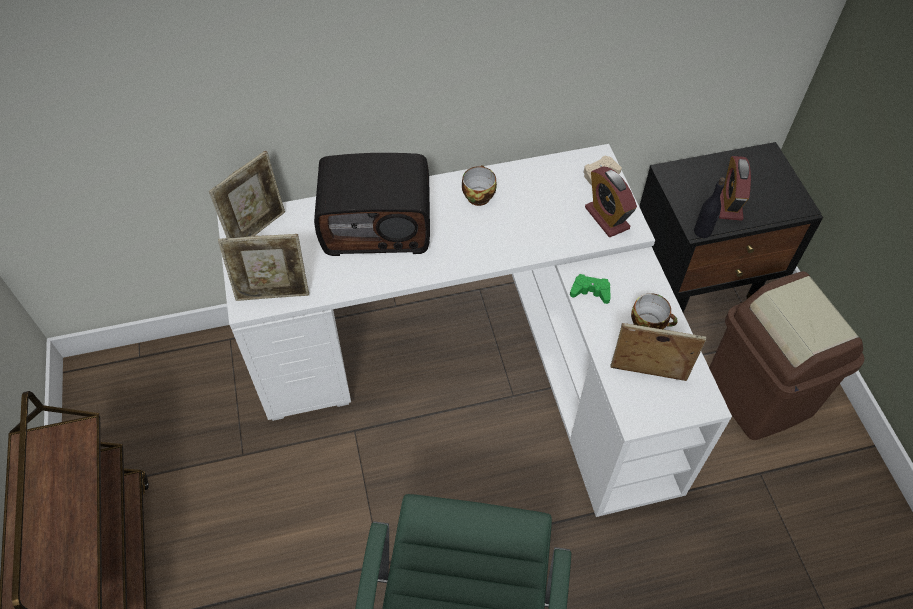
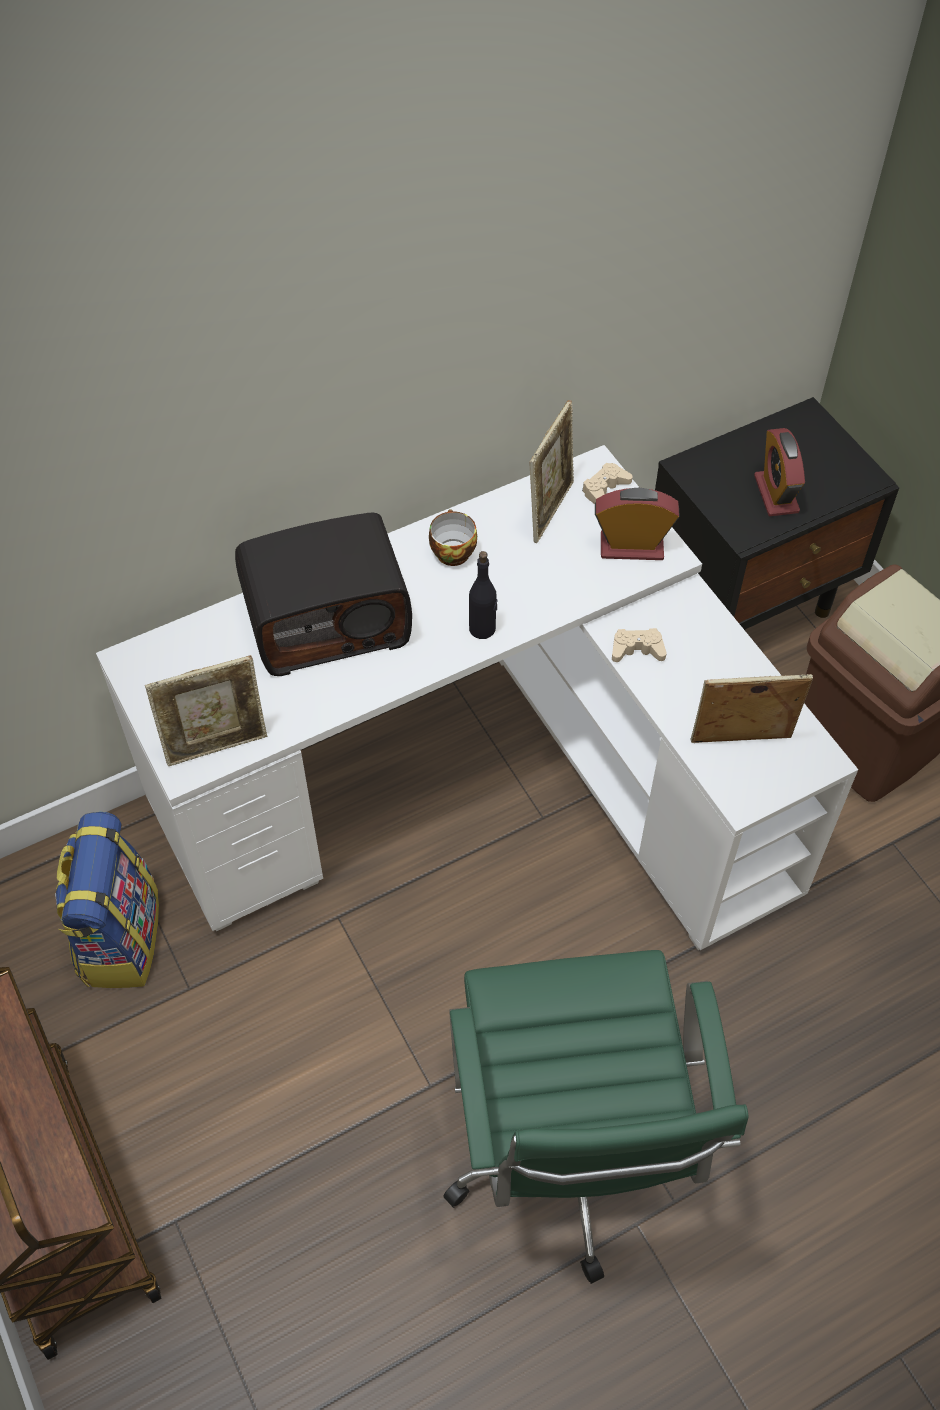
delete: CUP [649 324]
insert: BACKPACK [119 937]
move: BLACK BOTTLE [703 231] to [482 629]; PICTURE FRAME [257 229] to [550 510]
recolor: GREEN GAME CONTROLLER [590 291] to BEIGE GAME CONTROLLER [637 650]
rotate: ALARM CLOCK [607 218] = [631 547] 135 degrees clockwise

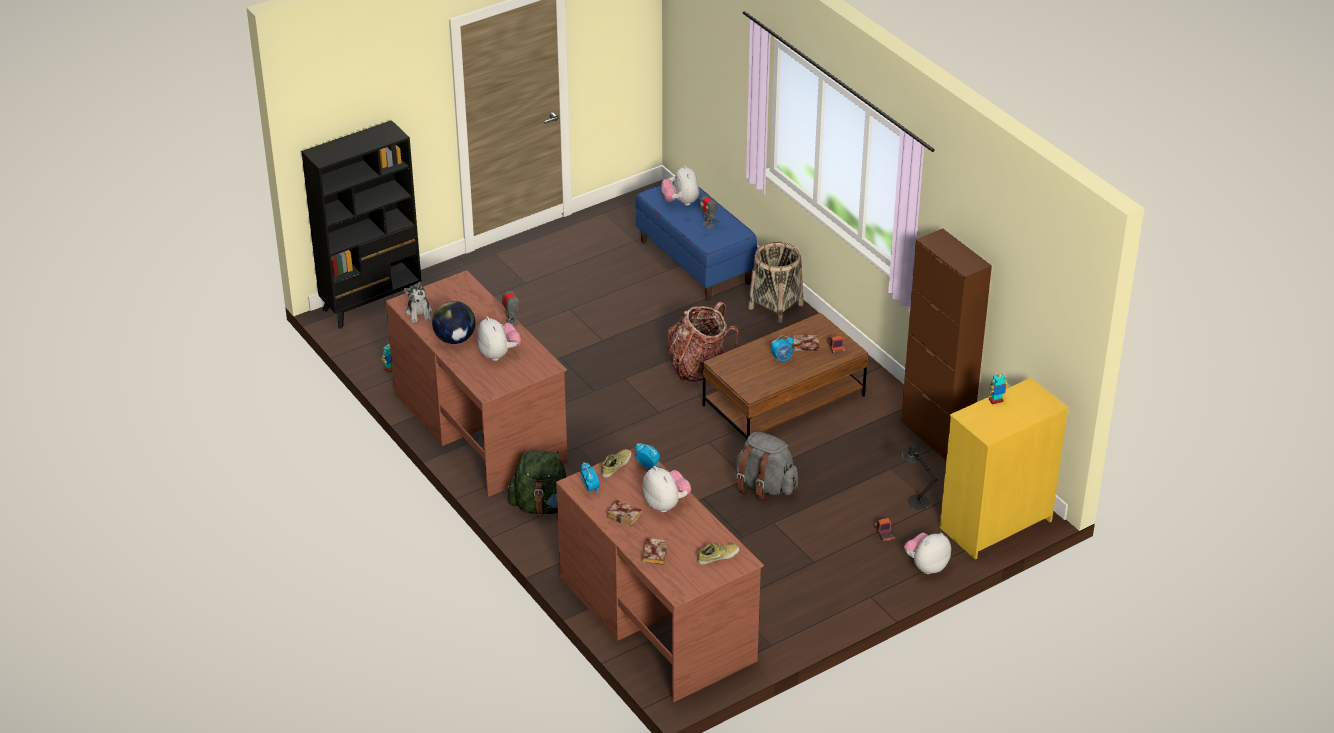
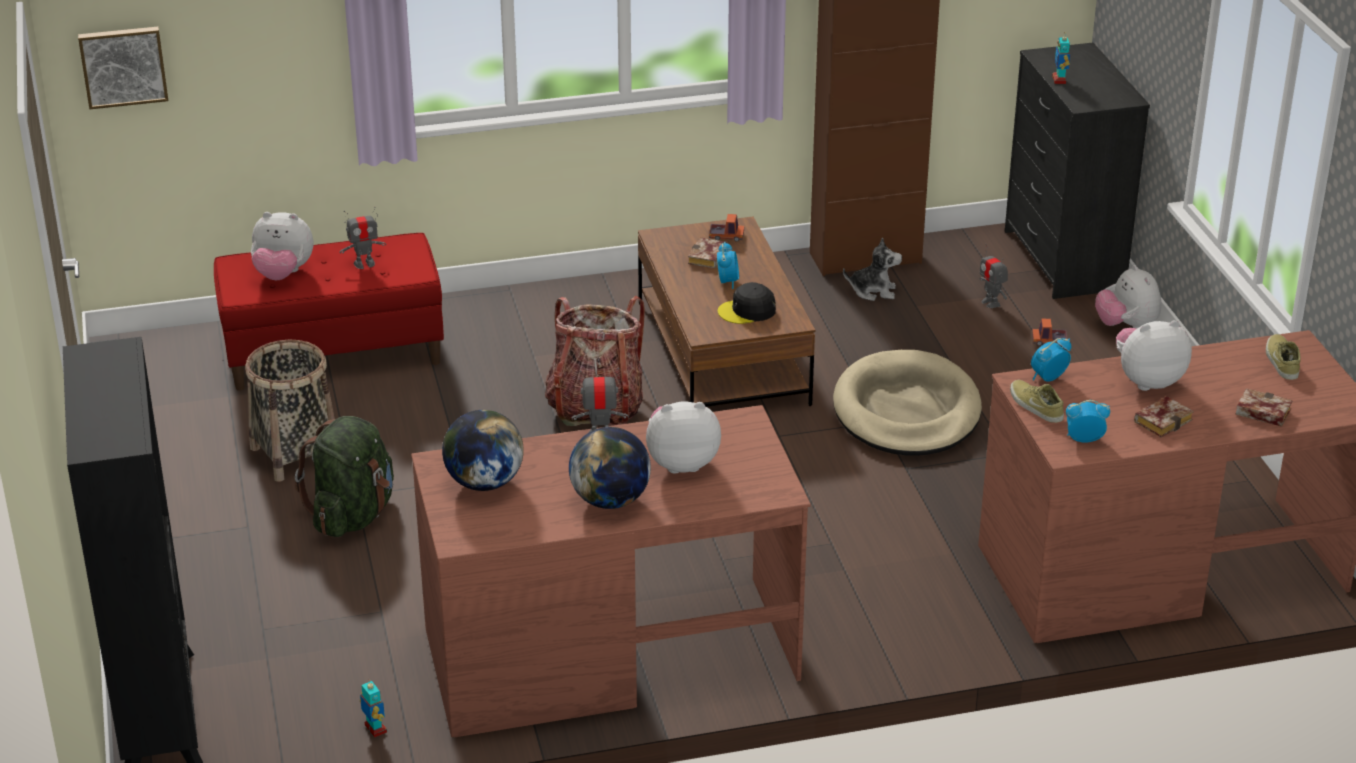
insert: PICTURE [123 66]; GLOBE [484 483]; BLACK CAP [747 311]
move: BASKET [775 306] to [296 454]; GREEN BACKPACK [542 506] to [353 515]; PLUSH TOY [419 313] to [873 291]
replace: GREY BACKPACK [764 487] to BEIGE DOG BED [906 411]; BLACK TABLE LAMP [915 500] to TOY ROBOT [991 303]
recolor: BLUE BENCH [695 262] to RED BENCH [334 353]; YELLOW DRESSER [995 524] to BLACK DRESSER [1062 260]

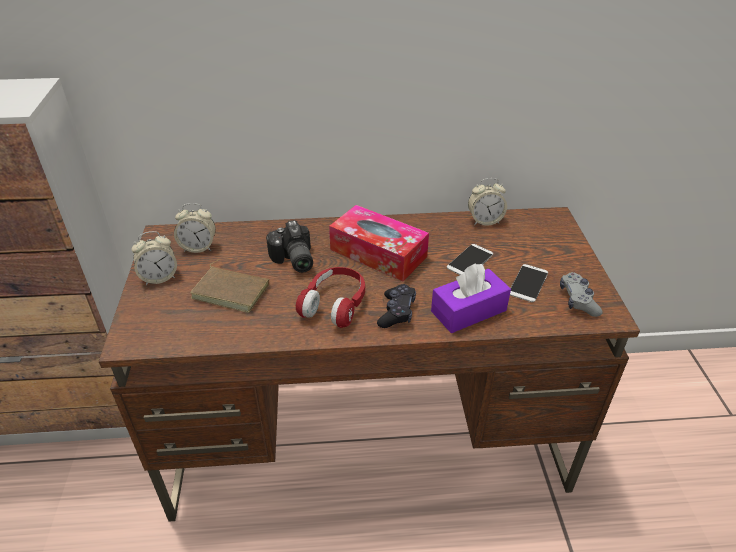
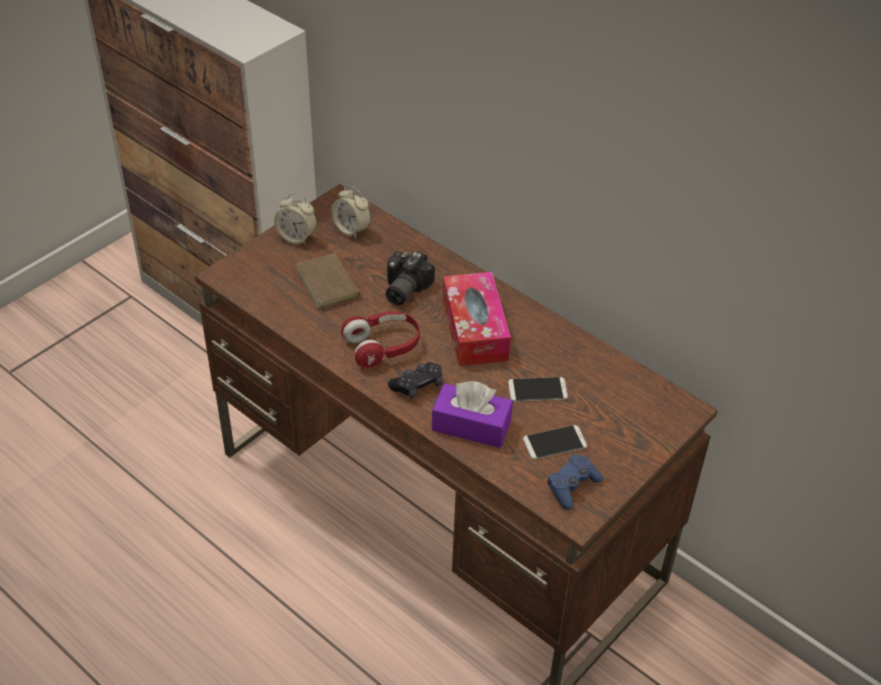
delete: ALARM CLOCK [484 220]
recolor: GREY GAME CONTROLLER [578 300] to BLUE GAME CONTROLLER [572 486]

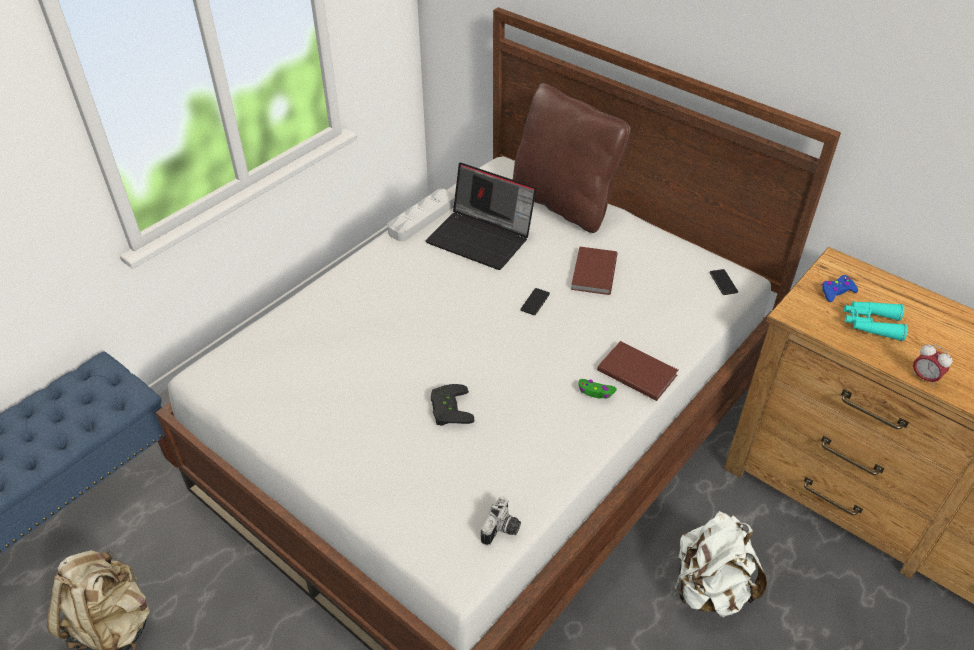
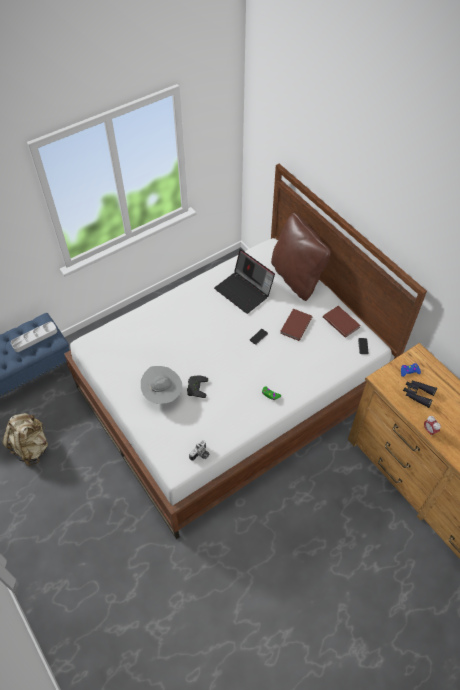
delete: WHITE BACKPACK [710 589]
insert: GREY HAT [163 394]
move: GREY TRAY [422 218] to [35 338]; BROWN BOOK [637 371] to [341 321]
recolor: TURQUOISE BINOCULARS [871 324] to BLACK BINOCULARS [417 394]

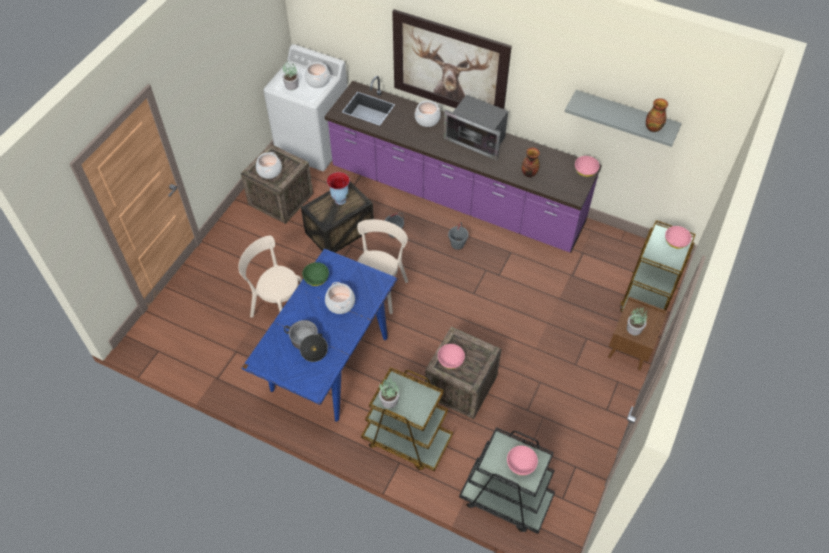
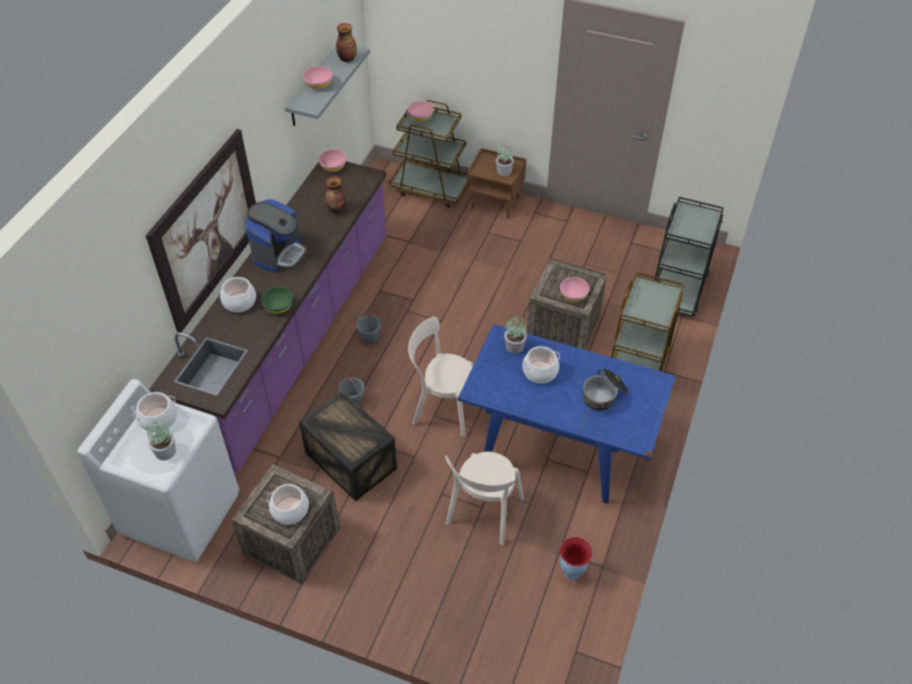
move: GREEN BOWL [316 279] to [278 307]; PINK BOWL [520 465] to [319 85]; POTTED PLANT [389 401] to [514 346]; VASE [340 200] to [571 572]
replace: MICROWAVE [477 139] to COFFEE MACHINE [279 254]

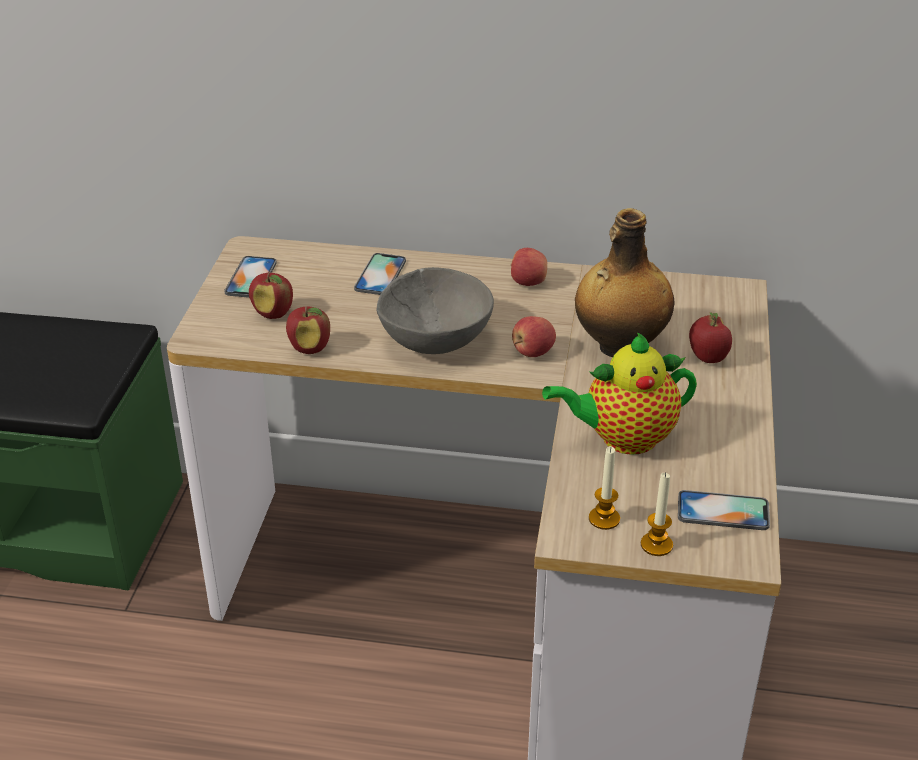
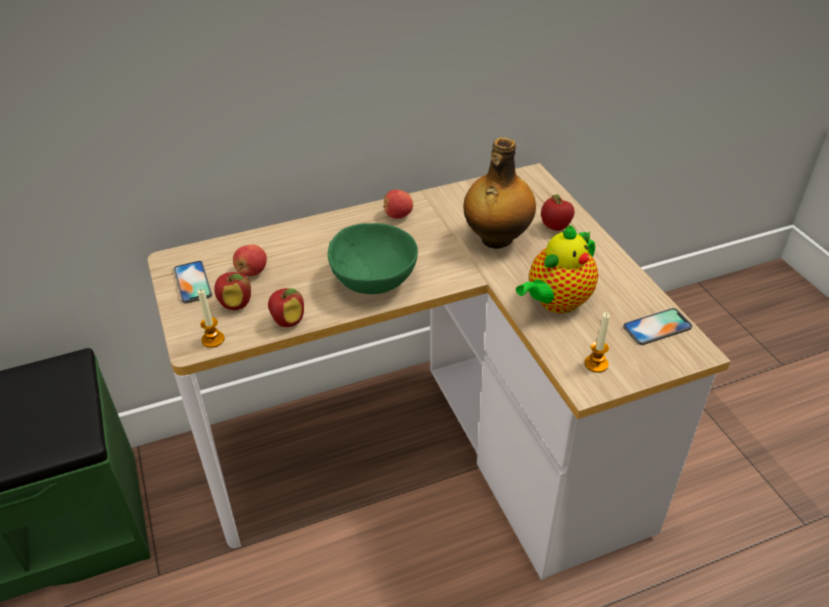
delete: PHONE [380 275]
move: CANDLE [656 545] to [213 339]; APPLE [532 352] to [252 272]
recolor: GREY BOWL [435 341] to GREEN BOWL [374 281]

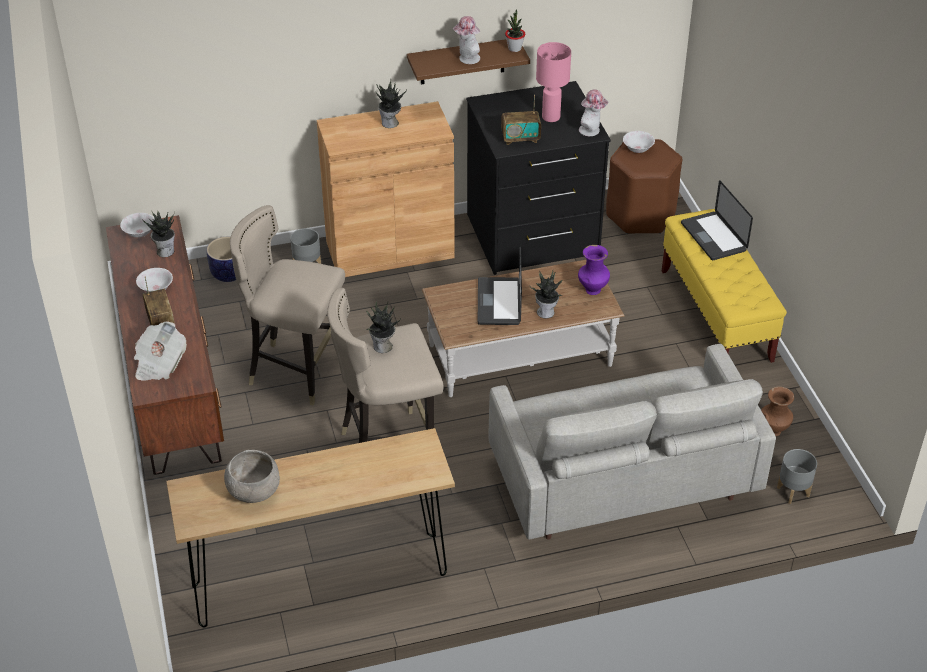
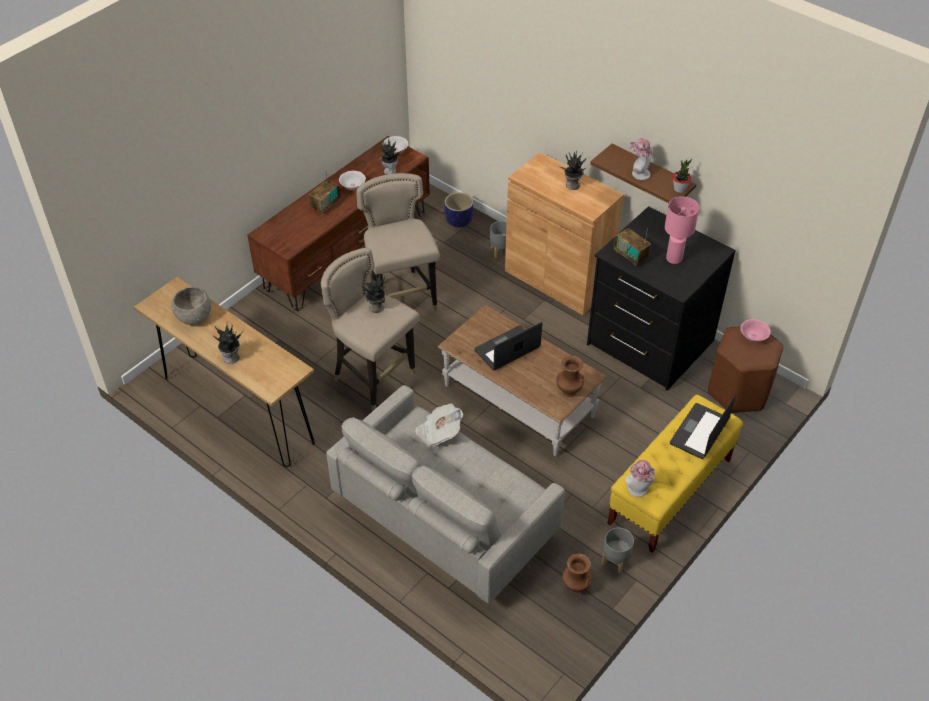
move: POTTED PLANT [546 312] to [231 358]; NEWSPAPER [159 364] to [438 433]; GREY PLANTER [793 492] to [615 561]; HAT [592 131] to [638 491]
recolor: PURPLE VASE [592 290] to BROWN VASE [568 392]; WHITE BOWL [637 149] to PINK BOWL [753 337]

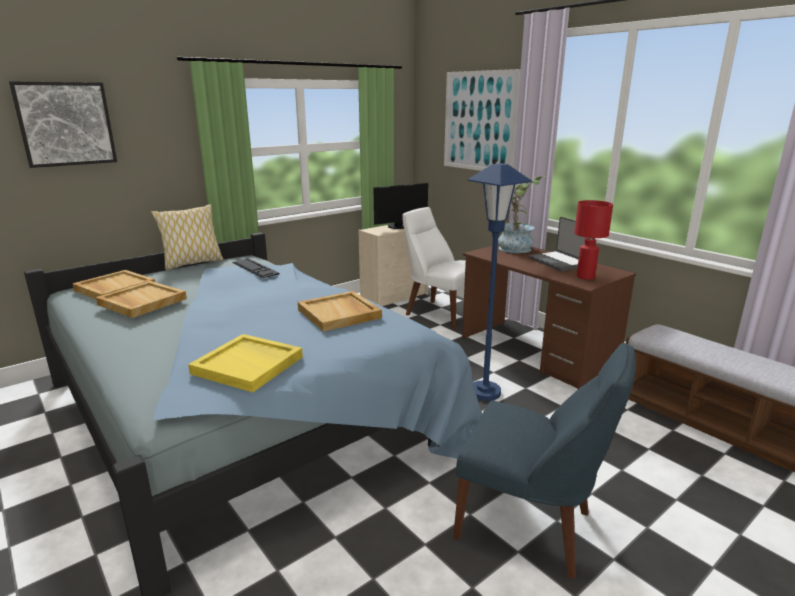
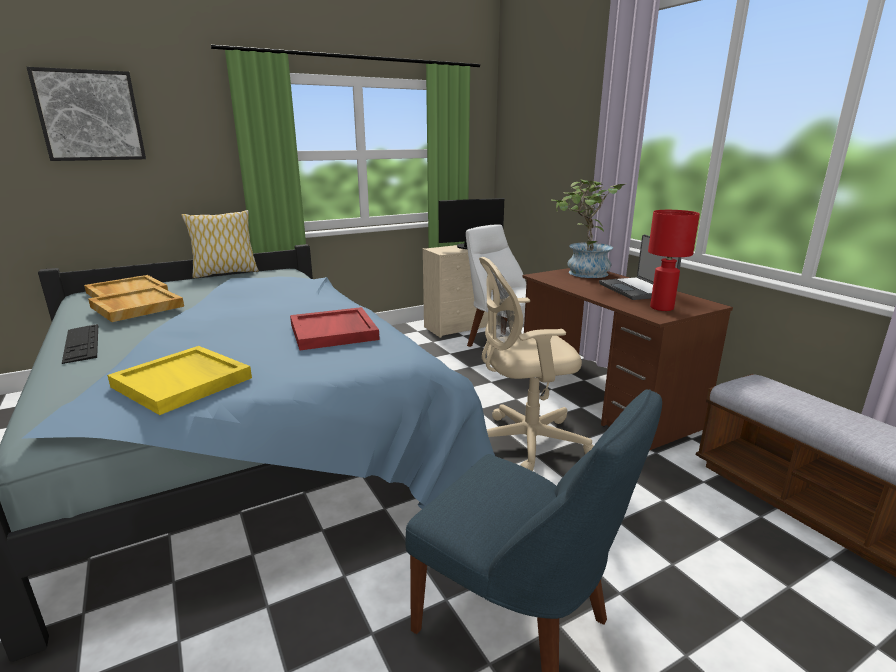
delete: PICTURE [479 121]
move: KEYBOARD [255 268] to [81 343]
replace: BLUE FLOOR LAMP [485 392] to BEIGE OFFICE CHAIR [524 442]
recolor: BEIGE TRAY [340 314] to RED TRAY [334 332]

